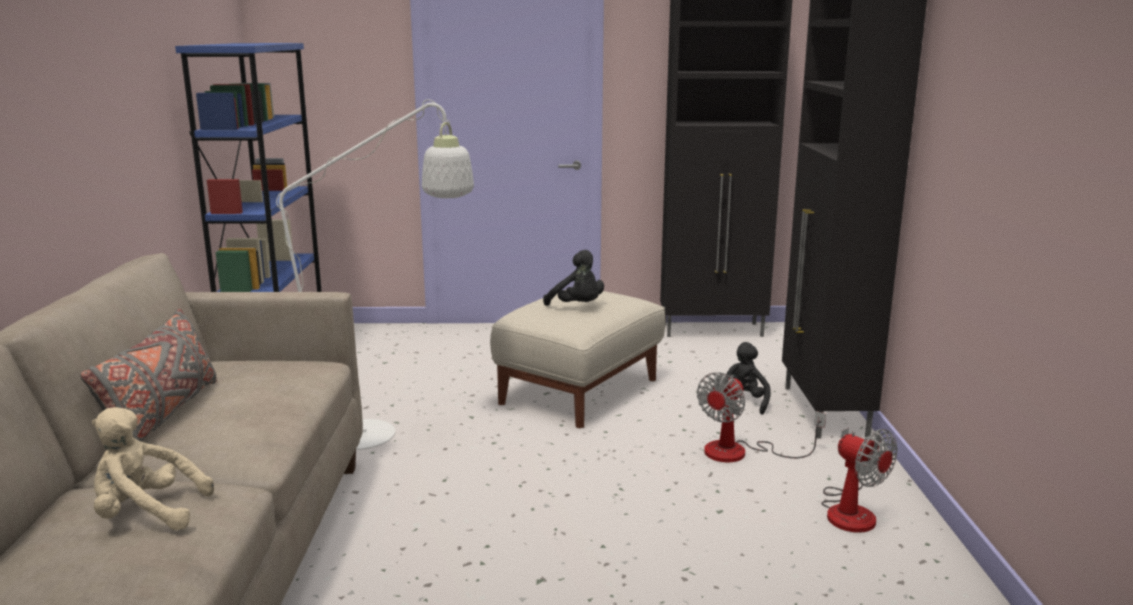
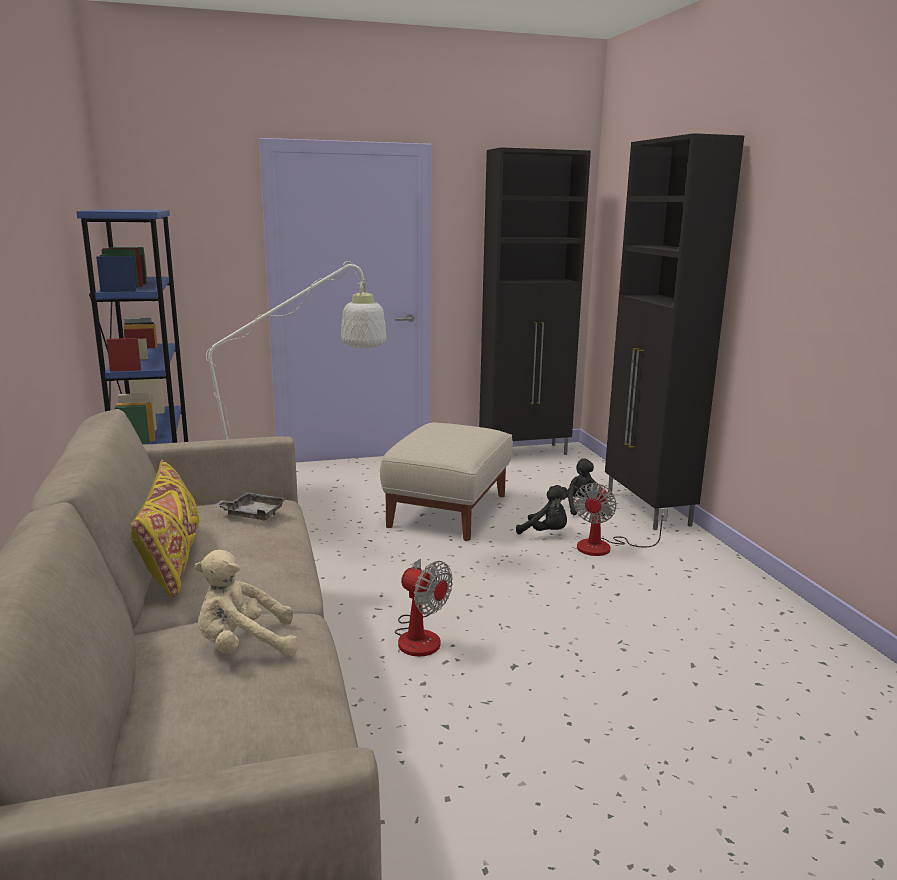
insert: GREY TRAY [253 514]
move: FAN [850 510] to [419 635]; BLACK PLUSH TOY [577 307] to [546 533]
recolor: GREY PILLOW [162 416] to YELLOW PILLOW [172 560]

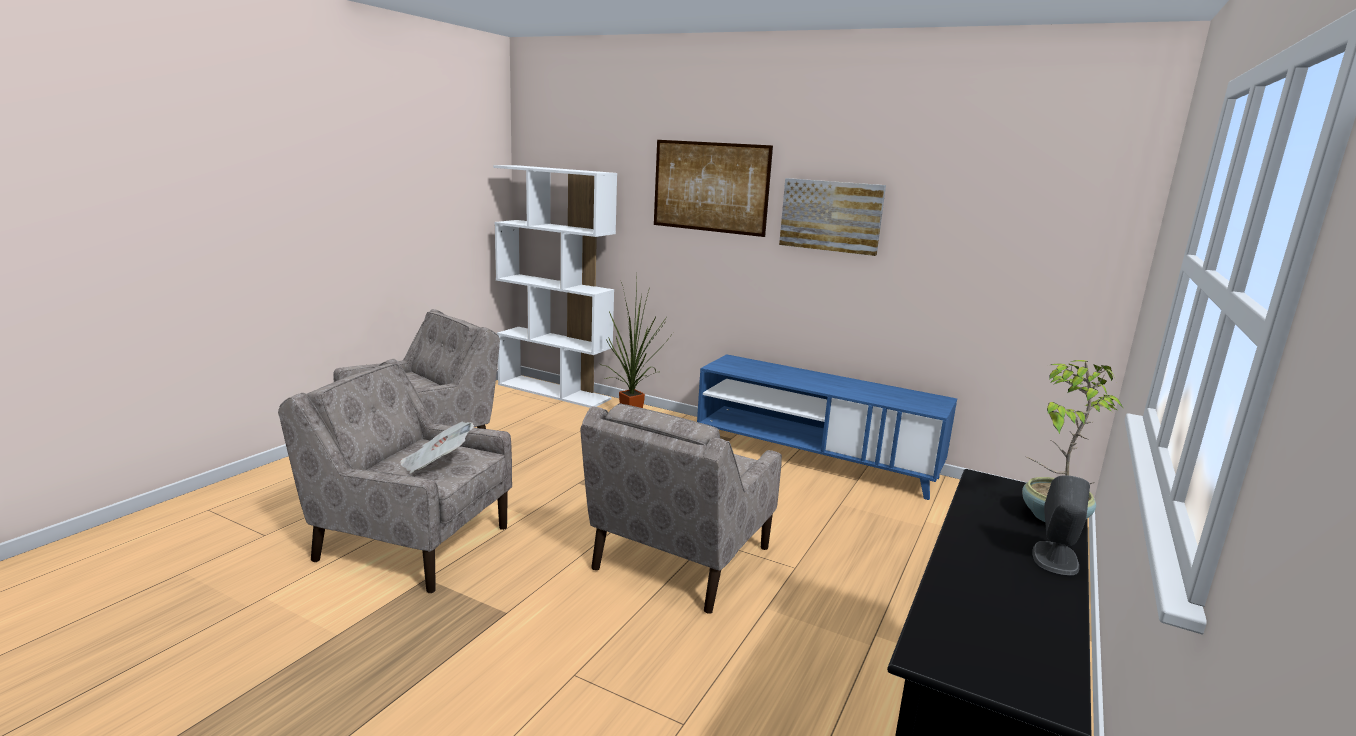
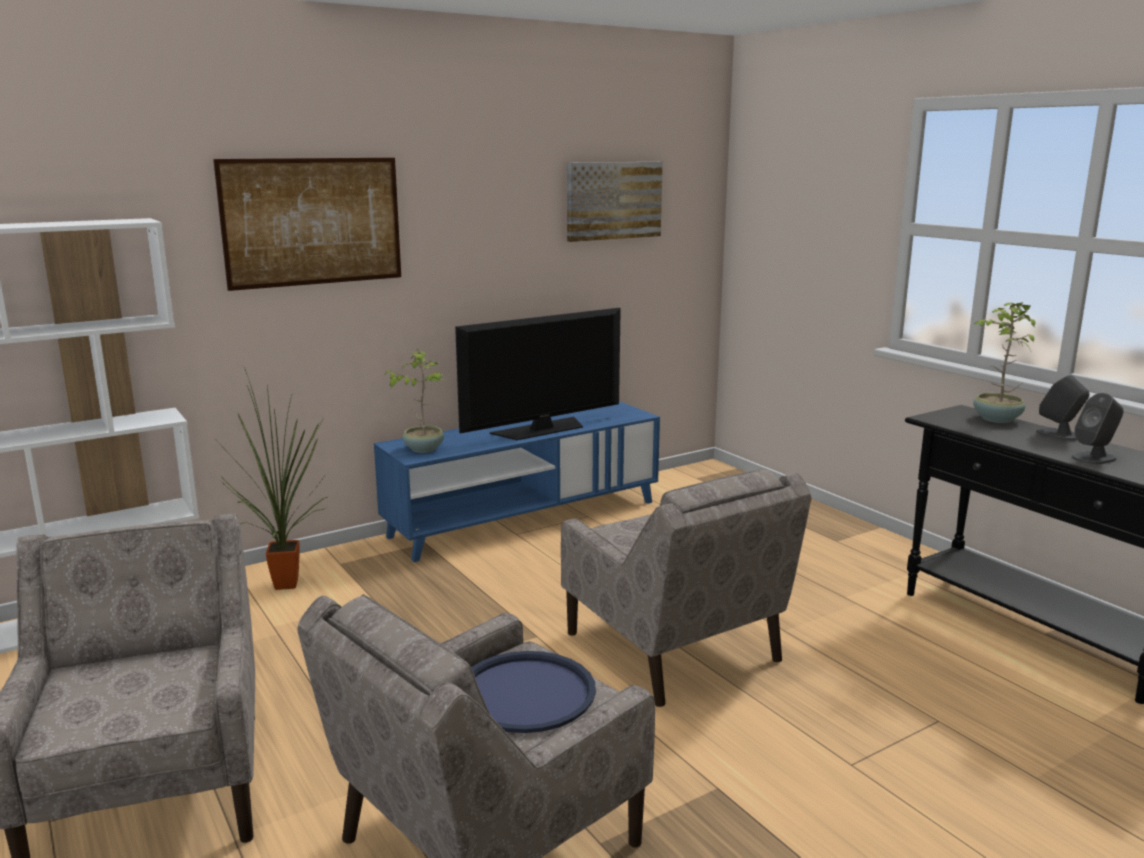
insert: POTTED PLANT [423 449]; TELEVISION [541 429]; GREY SPEAKER [1094 458]
move: PICTURE [831 216] to [613 200]
replace: NEWSPAPER [436 464] to BLUE TRAY [526 693]

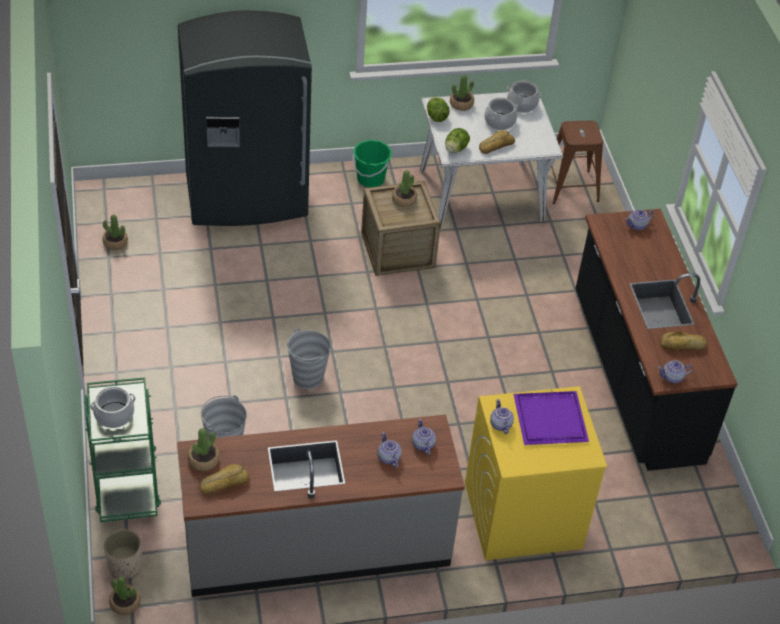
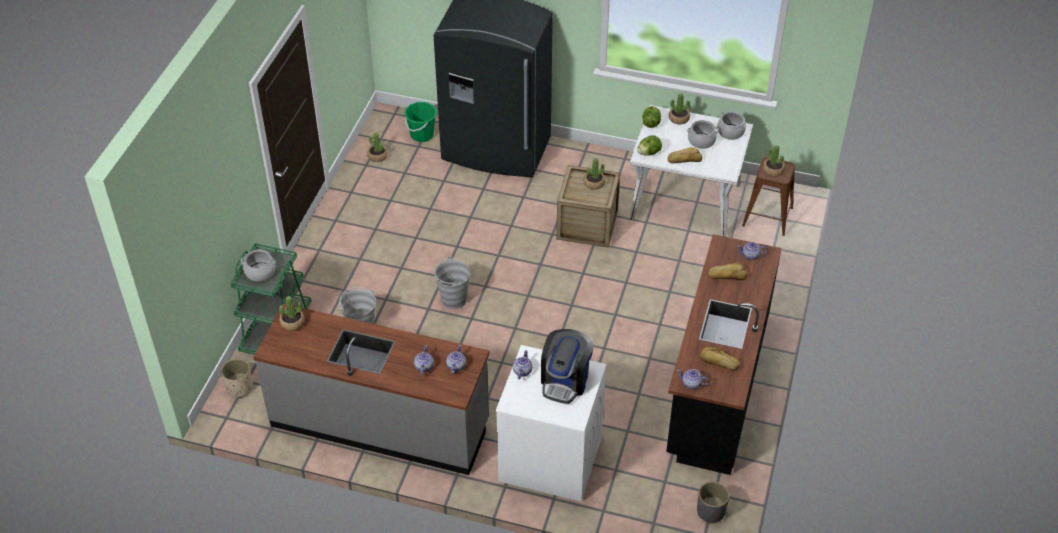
insert: GREY PLANTER [710 511]
move: GREEN BUCKET [370 179] to [422 135]; BREAD [224 482] to [727 275]; POTTED PLANT [125 603] to [773 170]
replace: PURPLE TRAY [551 418] to COFFEE MACHINE [565 380]
recolor: YELLOW WASHING MACHINE [522 515] to WHITE WASHING MACHINE [549 459]

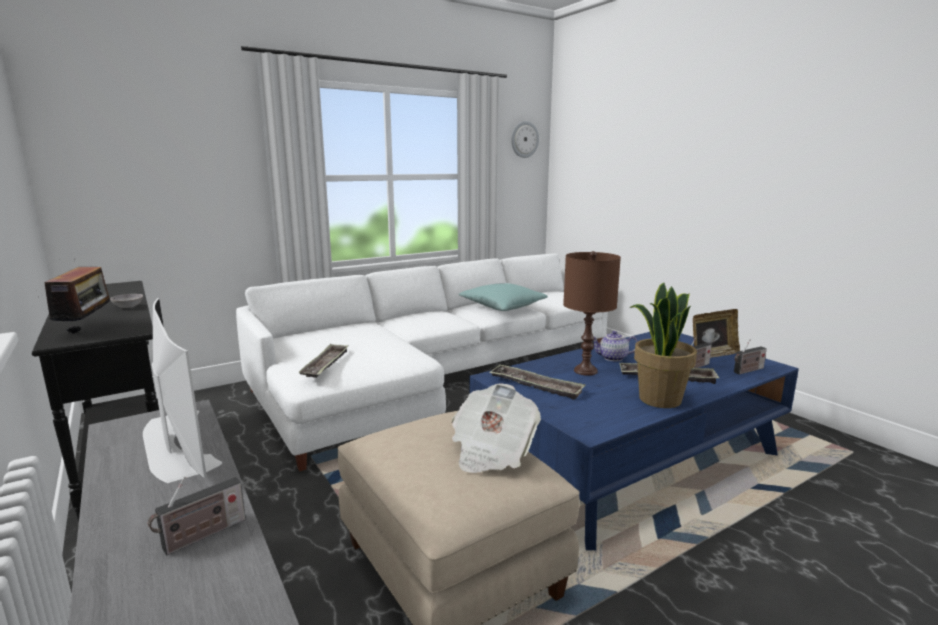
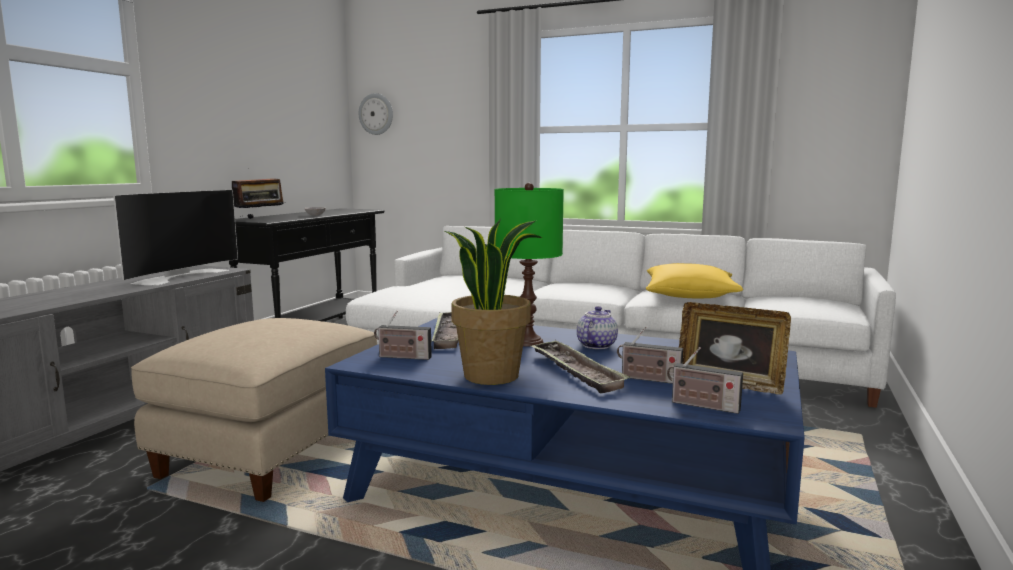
delete: TRAY [325 365]; NEWSPAPER [492 450]
move: WALL CLOCK [524 139] to [376 114]; RADIO [201 536] to [402 357]
recolor: BROWN TABLE LAMP [585 370] to GREEN TABLE LAMP [528 342]; TURQUOISE PILLOW [502 307] to YELLOW PILLOW [690 296]
rotate: TEAPOT [612 358] = [595 345] 60 degrees clockwise

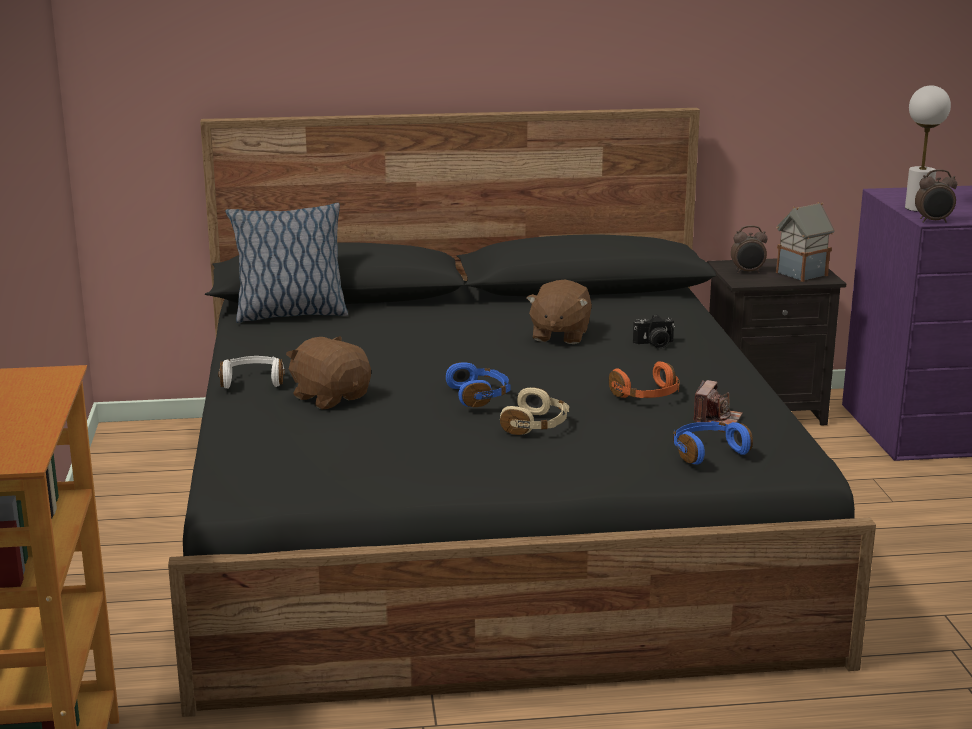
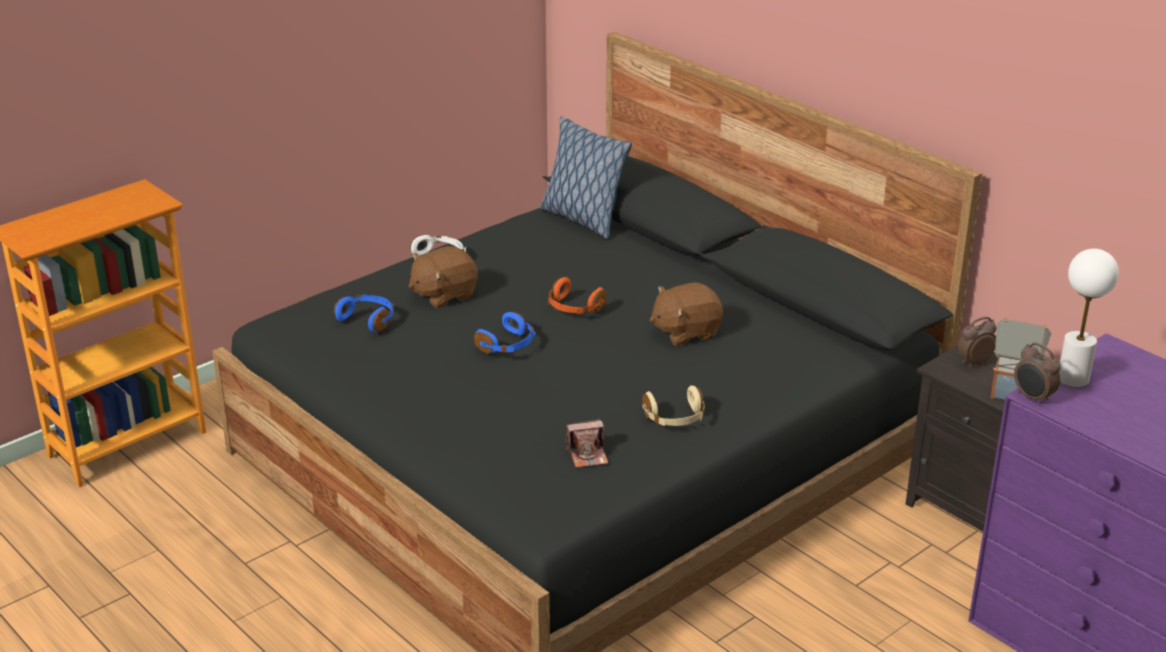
delete: PHOTO CAMERA [654 344]
move: BLUE HEADPHONES [707 452] to [368 319]; ORANGE HEADPHONES [647 396] to [574 308]; BEIGE HEADPHONES [536 425] to [675 418]
rotate: BROWN PLUSH TOY [331 397] = [443 295] 135 degrees counterclockwise; ALARM CLOCK [747 272] = [974 363] 105 degrees clockwise

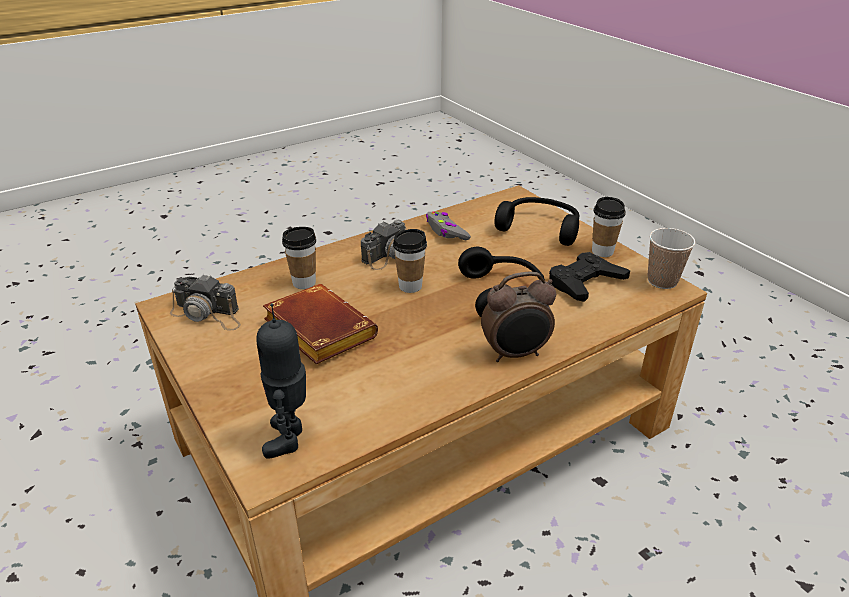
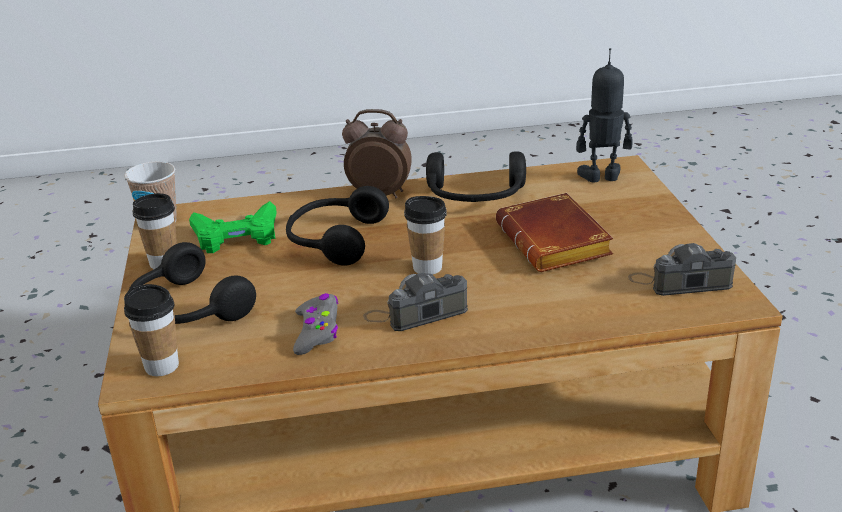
insert: BLACK HEADPHONES [475 197]
move: CUP [304 283] to [161 366]
recolor: BLACK GAME CONTROLLER [585 283] to GREEN GAME CONTROLLER [236 235]
rotate: TOY ROBOT [290 438] = [601 178] 120 degrees counterclockwise; PHOTO CAMERA [208 314] = [680 281] 45 degrees counterclockwise

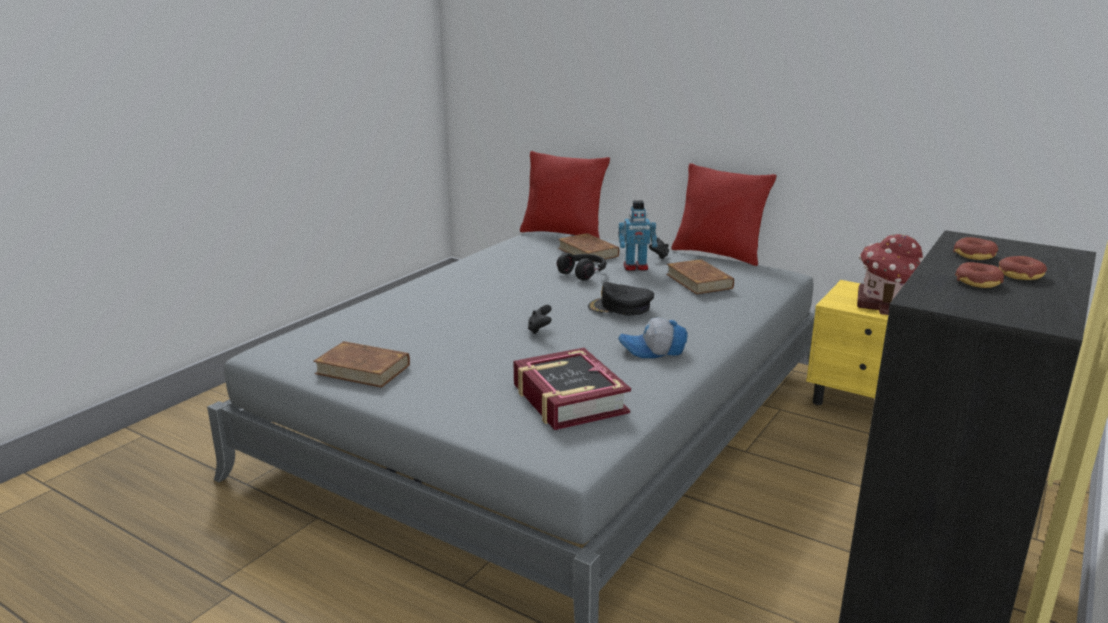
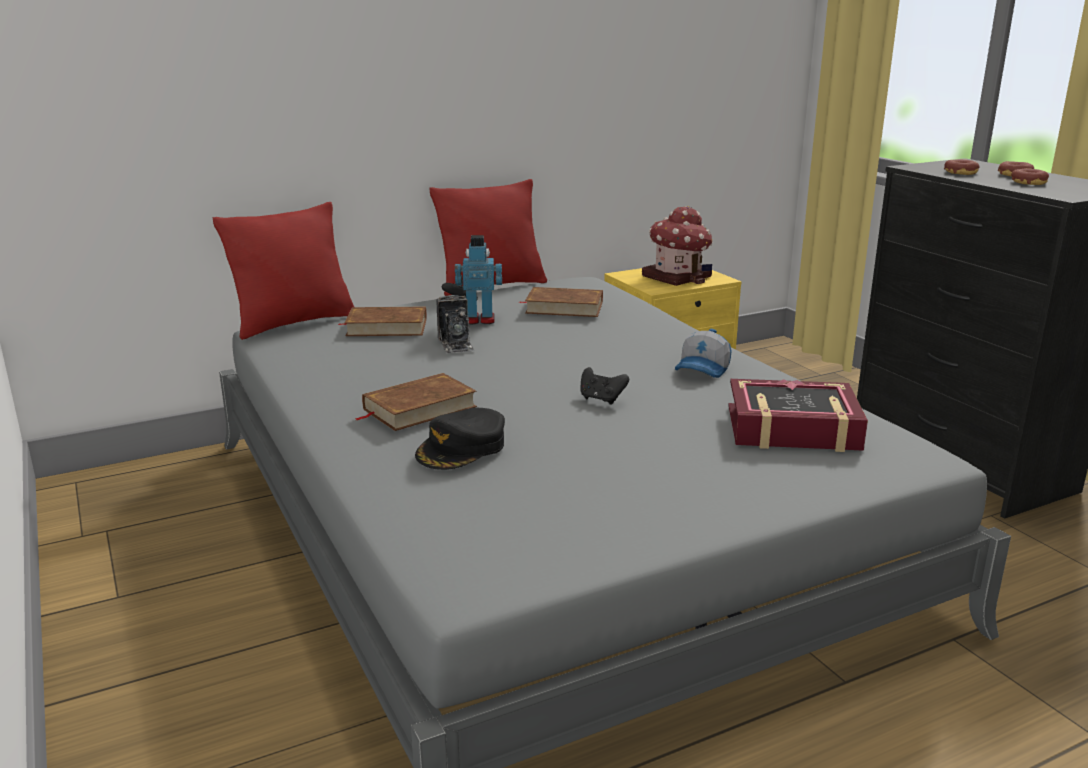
move: BROWN BOOK [362 369] to [419 408]; BLACK CAP [620 307] to [462 448]
replace: BLACK HEADPHONES [583 273] to PHOTO CAMERA [456 344]
rotate: TOY ROBOT [636 267] = [479 320] 120 degrees counterclockwise

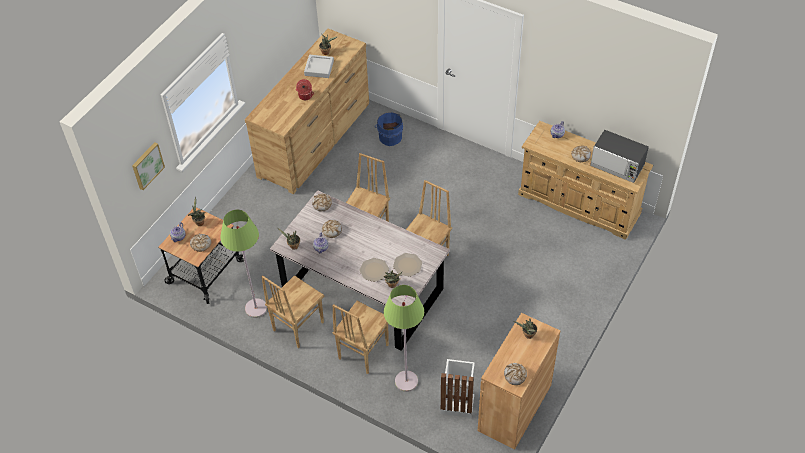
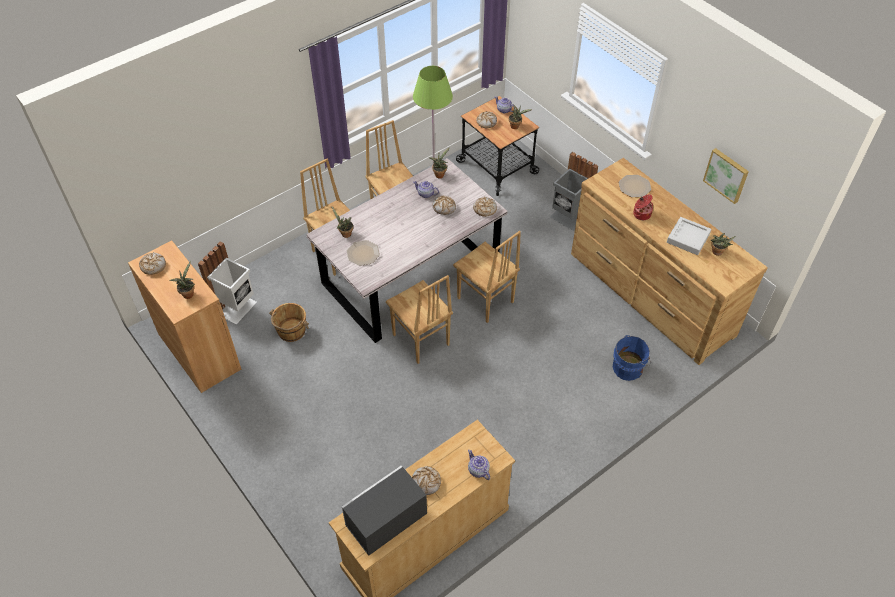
delete: GREEN FLOOR LAMP [406 381]
insert: BROWN BUCKET [291 331]; GREY TRASH CAN [568 218]
move: PLATE [374 270] to [634 186]; PICTURE [147 165] to [726 175]

